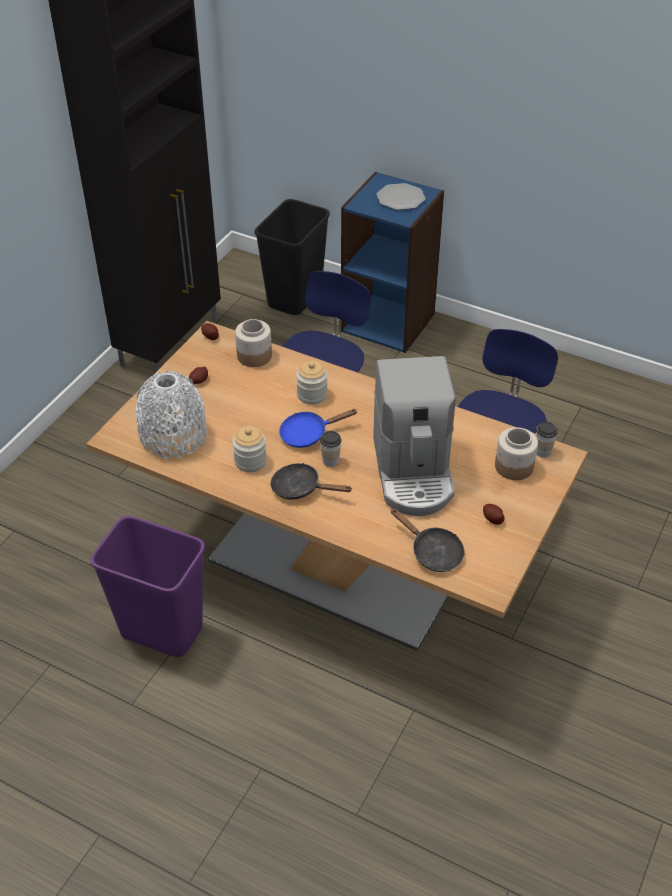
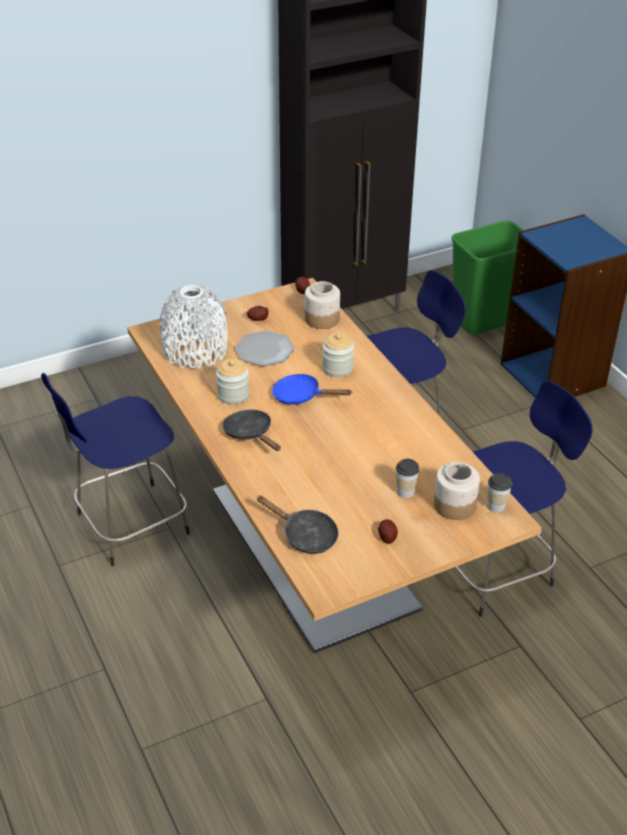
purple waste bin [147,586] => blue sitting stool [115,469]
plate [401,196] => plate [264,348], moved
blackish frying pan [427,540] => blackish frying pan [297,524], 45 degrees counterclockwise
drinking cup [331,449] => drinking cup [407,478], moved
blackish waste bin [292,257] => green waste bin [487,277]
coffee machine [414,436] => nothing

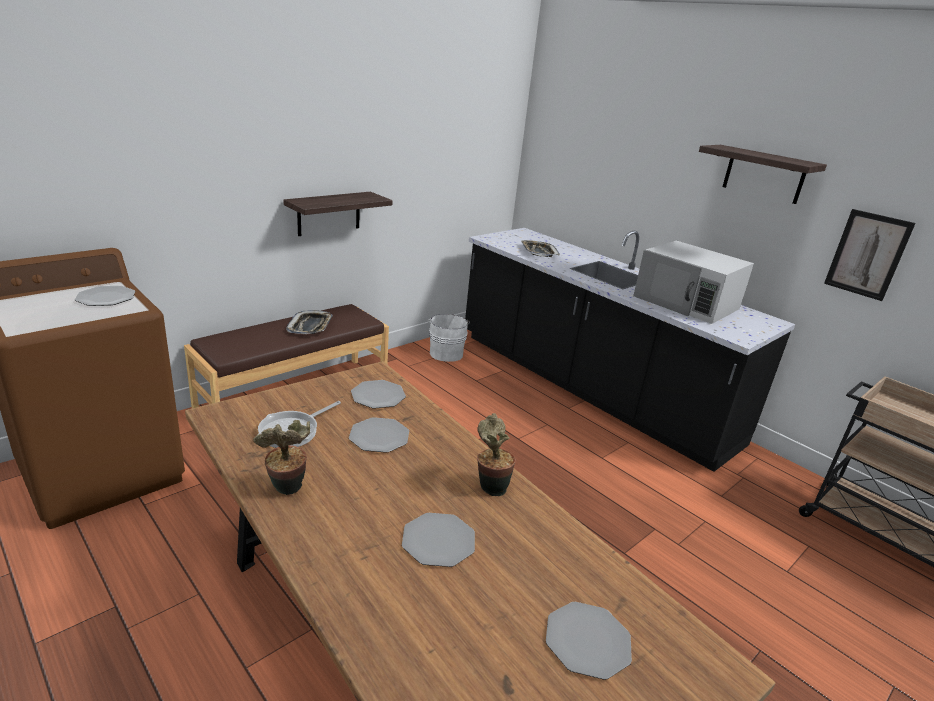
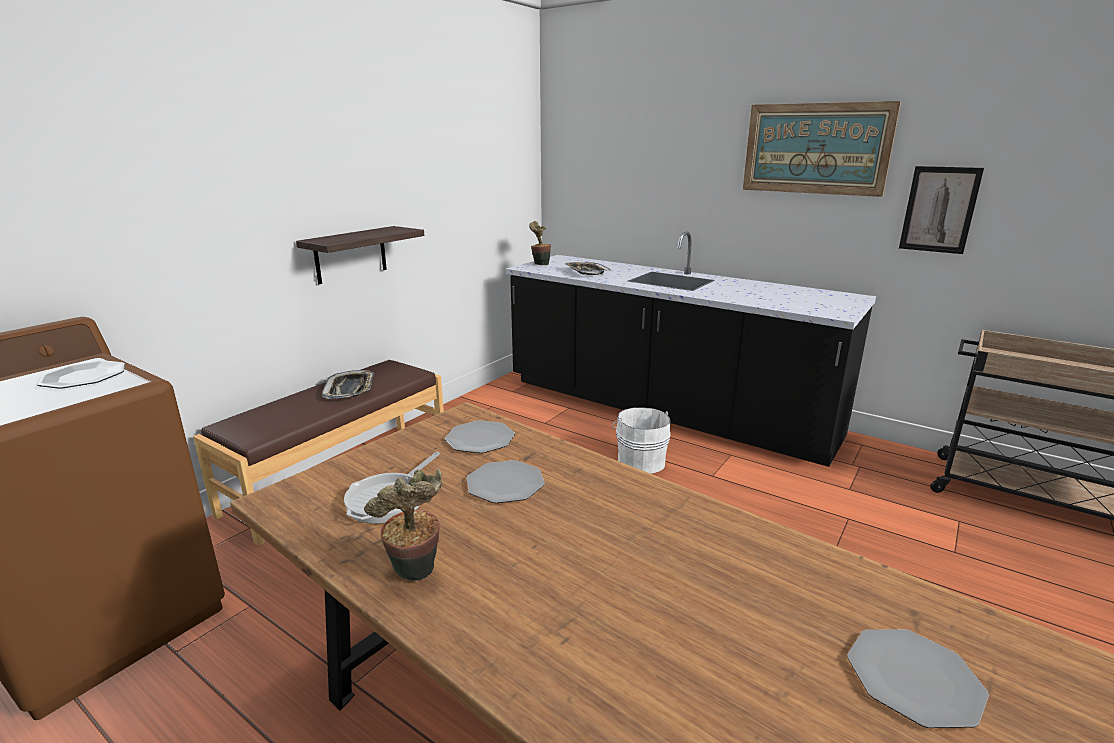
plant in a pot [496,454] => plant in a pot [540,243], moved
white-coloured bucket [449,338] => white-coloured bucket [641,440], moved
bracket shelf [763,174] => wall art [822,149]
plate [438,540] => nothing
white-coloured kitchen microwave [693,282] => nothing

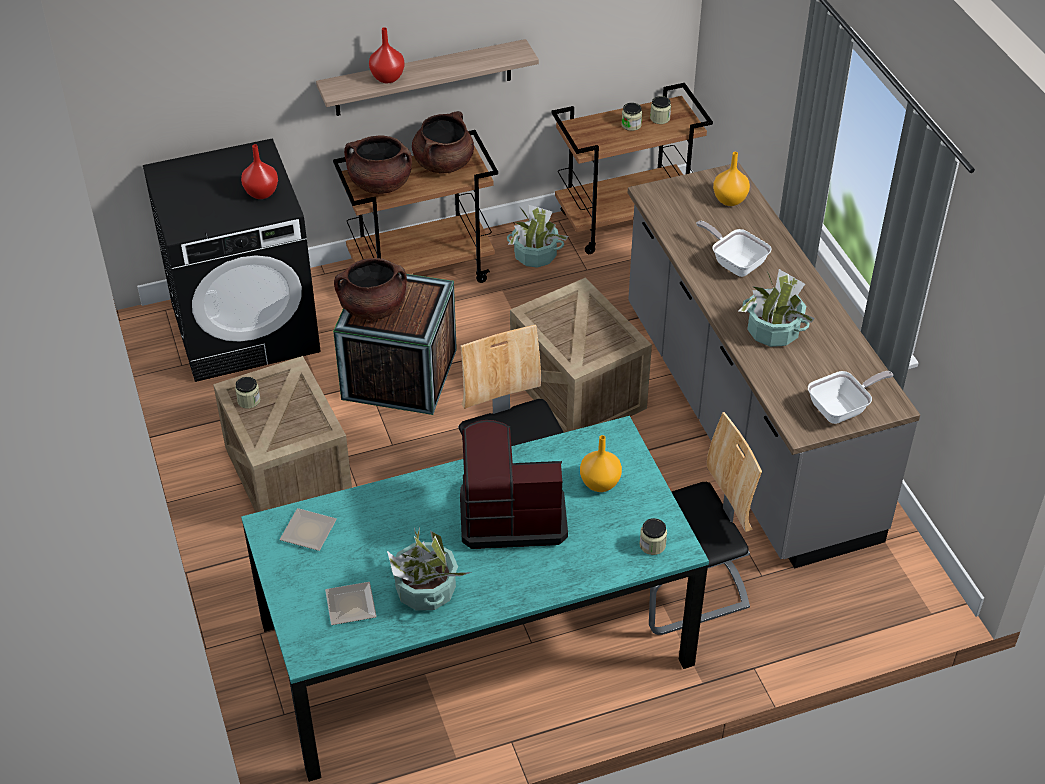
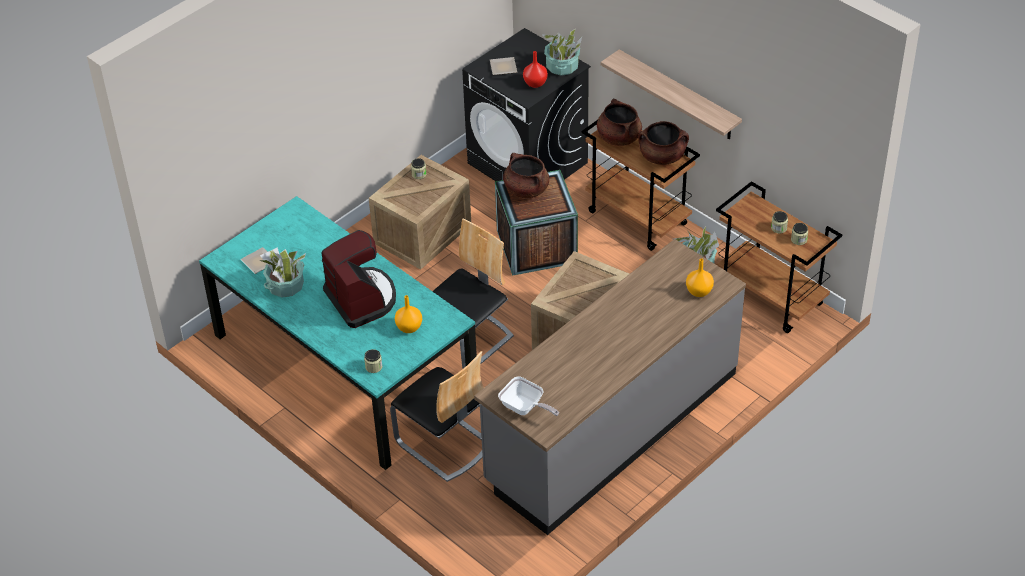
plate [308,529] => plate [503,66], moved
plant in a pot [776,308] => plant in a pot [561,52], moved
red-coloured vase [387,55] => nothing
frying pan [734,249] => nothing

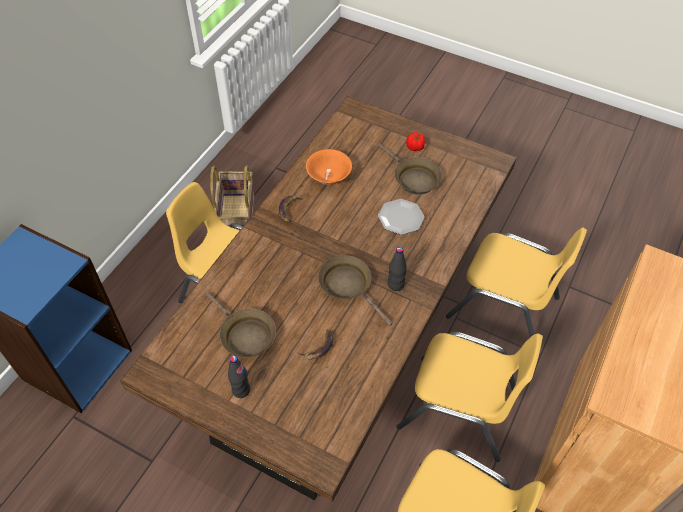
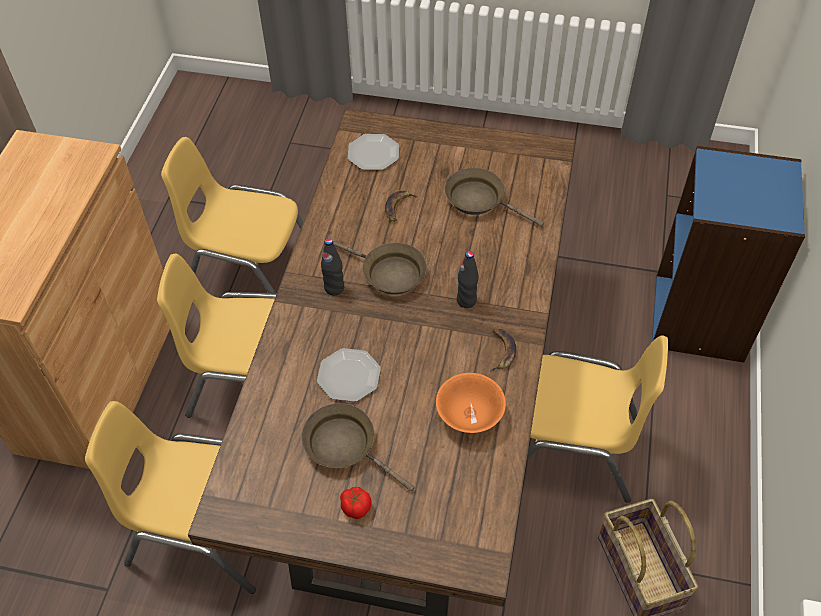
nothing => plate [373,152]
blackish beverage bottle [239,376] => blackish beverage bottle [468,279], moved

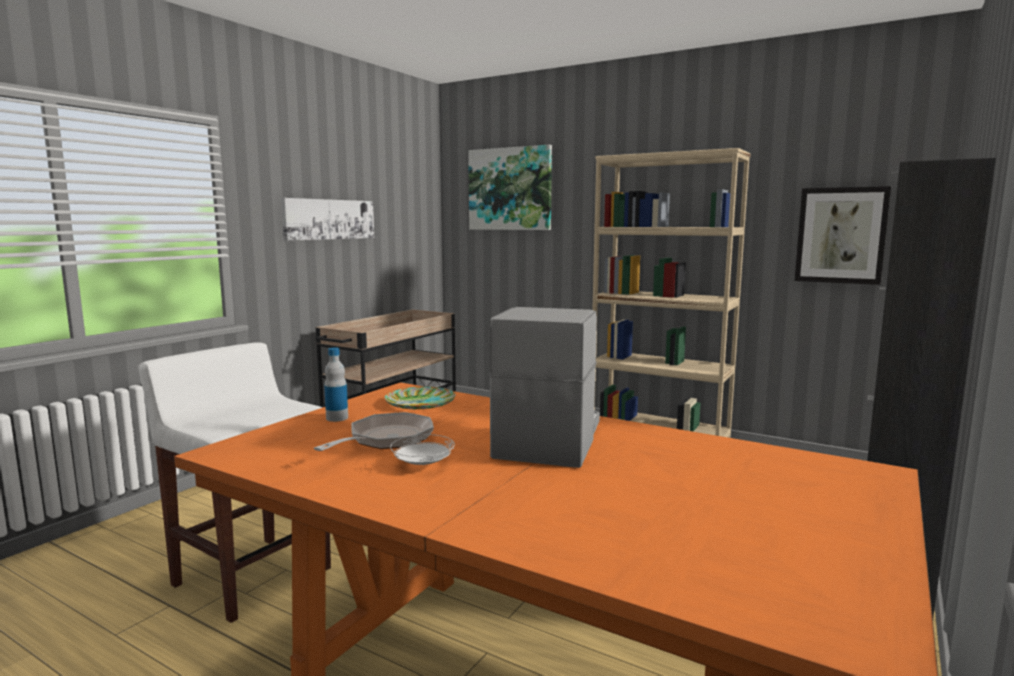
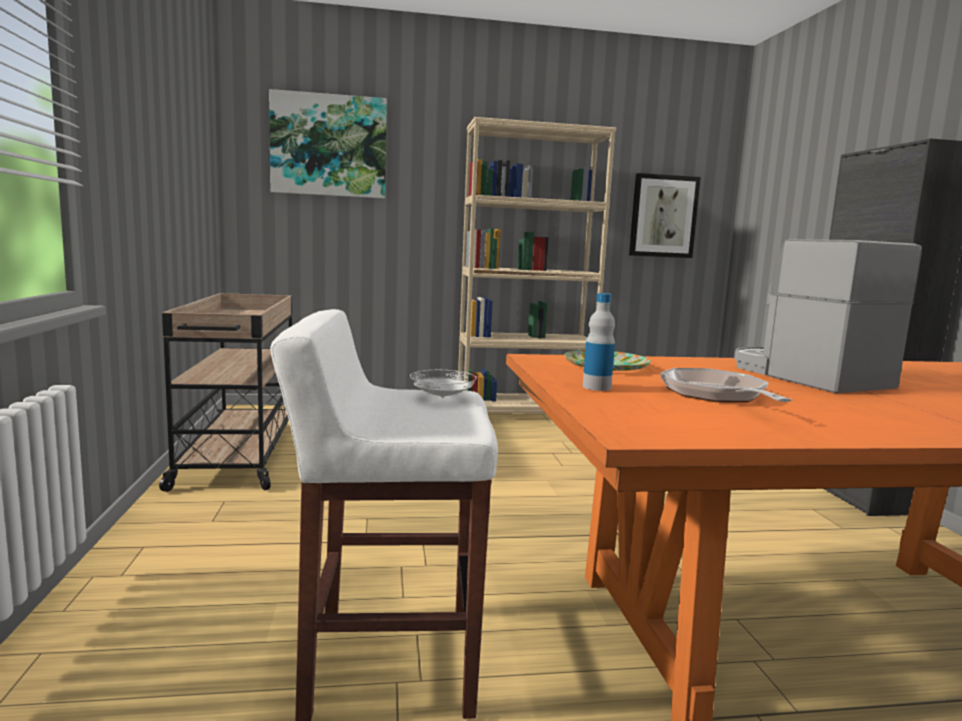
white-coloured plate [422,449] => white-coloured plate [443,384], moved
wall art [327,219] => nothing

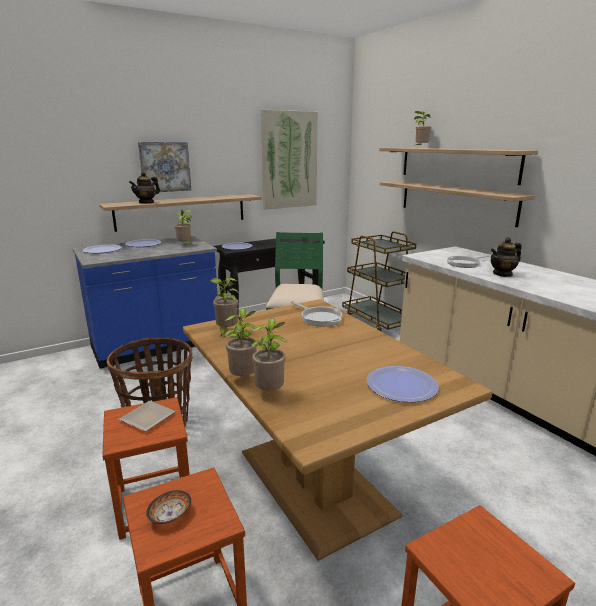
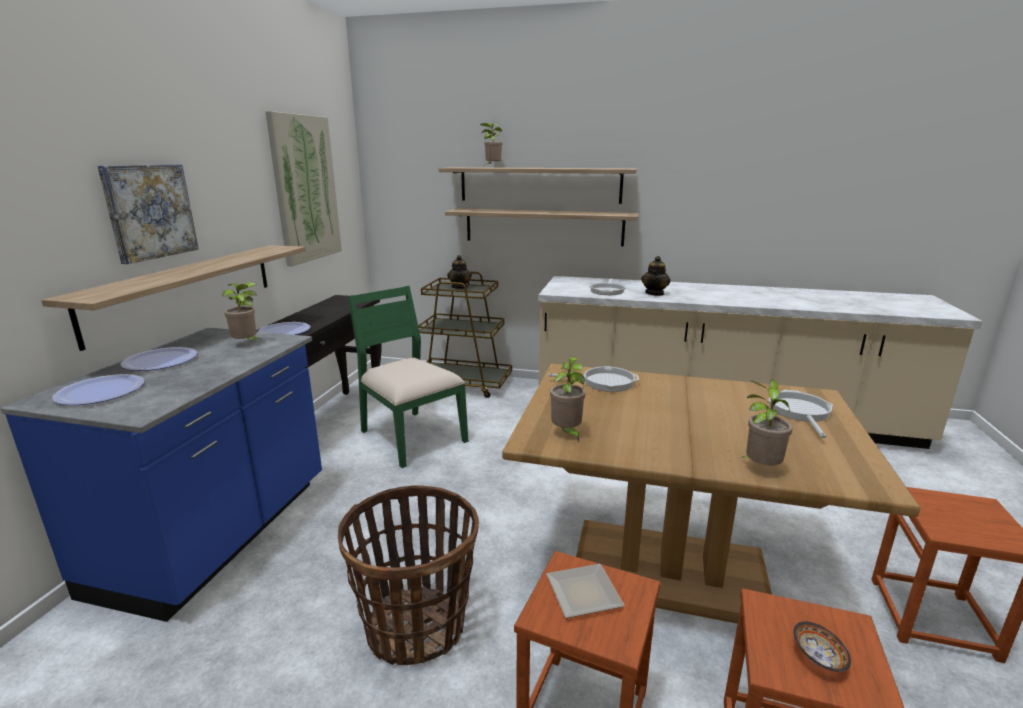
pot for tea [144,188] => pot for tea [459,272], moved
plate [402,384] => frying pan [800,414]
plant in a pot [240,342] => nothing

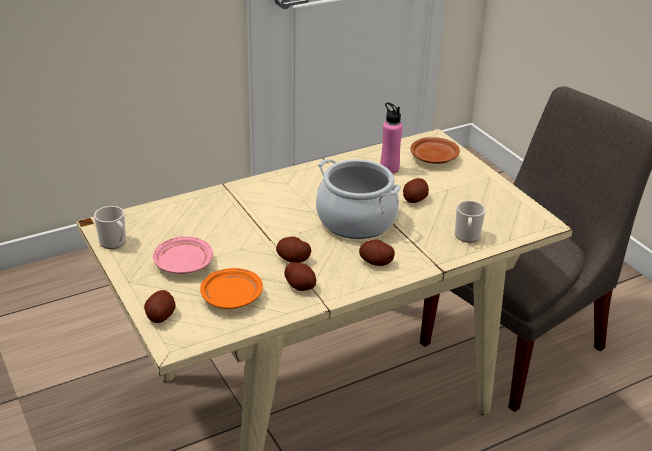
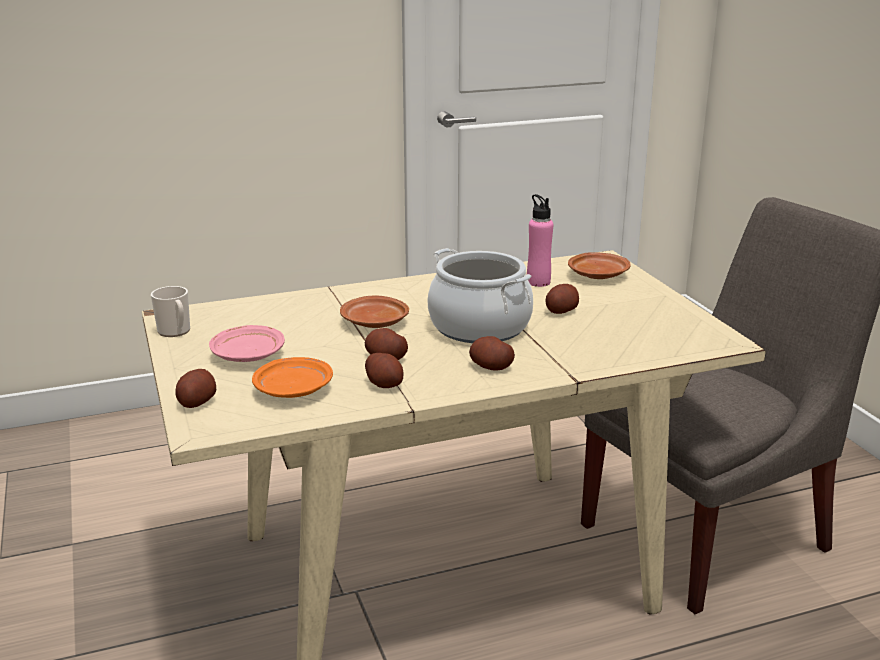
nothing => brown-coloured plate [374,311]
mug [470,222] => nothing

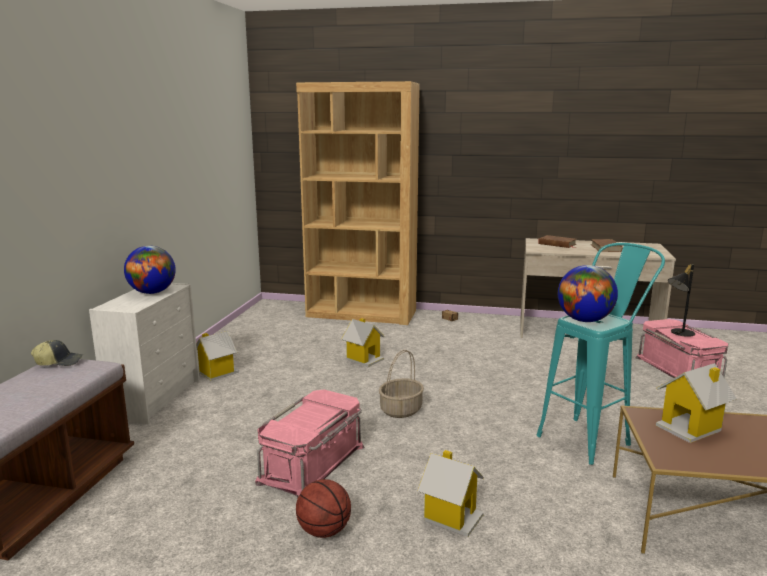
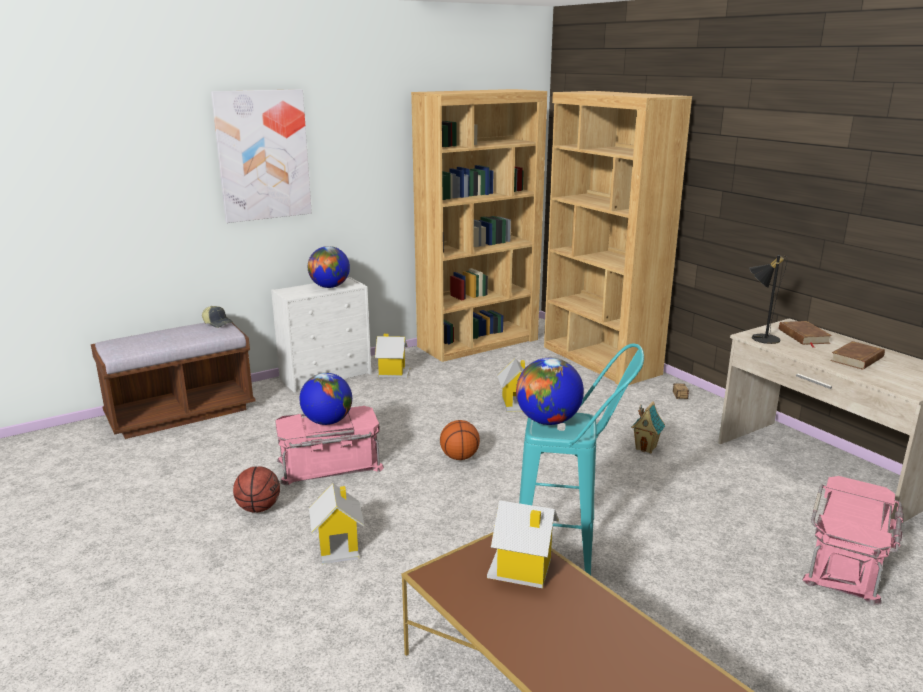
nothing => wall art [261,156]
nothing => desk globe [326,399]
nothing => brown-coloured bookcase [479,225]
household basket [401,384] => basketball ball [460,440]
nothing => miniature house [648,427]
blackish table lamp [681,300] => blackish table lamp [768,299], moved

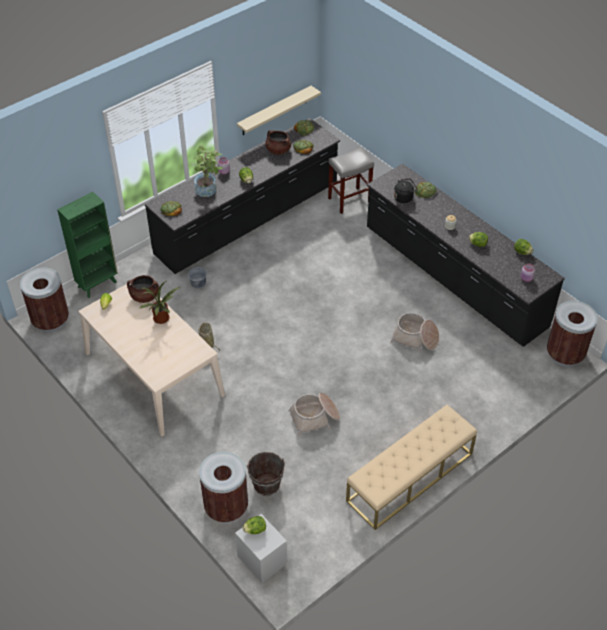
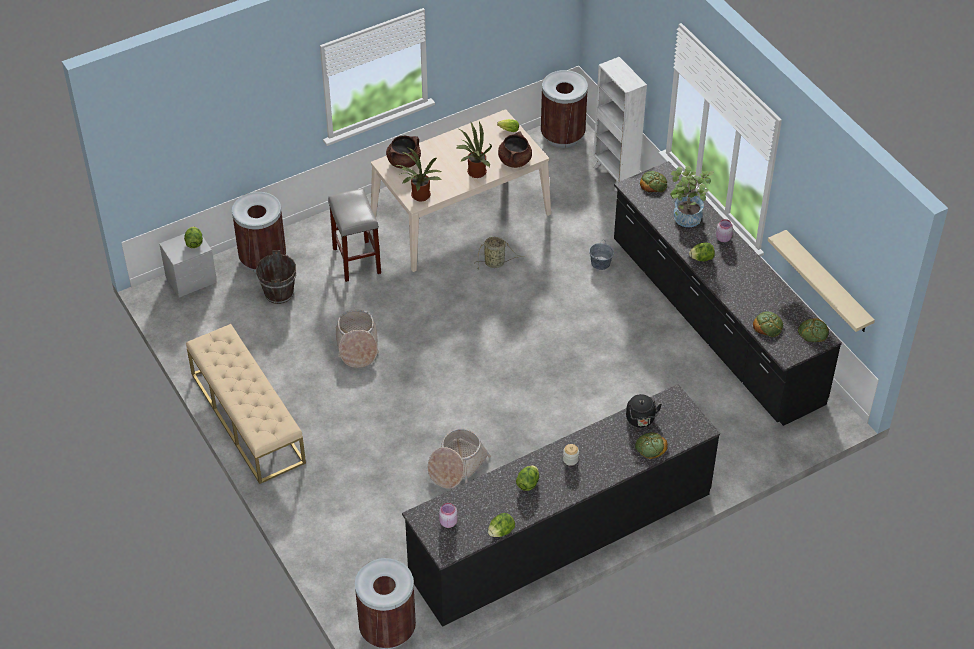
greyish sitting stool [351,180] => greyish sitting stool [354,235], moved
brown-coloured stockpot [278,142] => brown-coloured stockpot [403,152], moved
nothing => plant in a pot [418,174]
green bookcase [87,245] => white-coloured bookcase [620,124]

